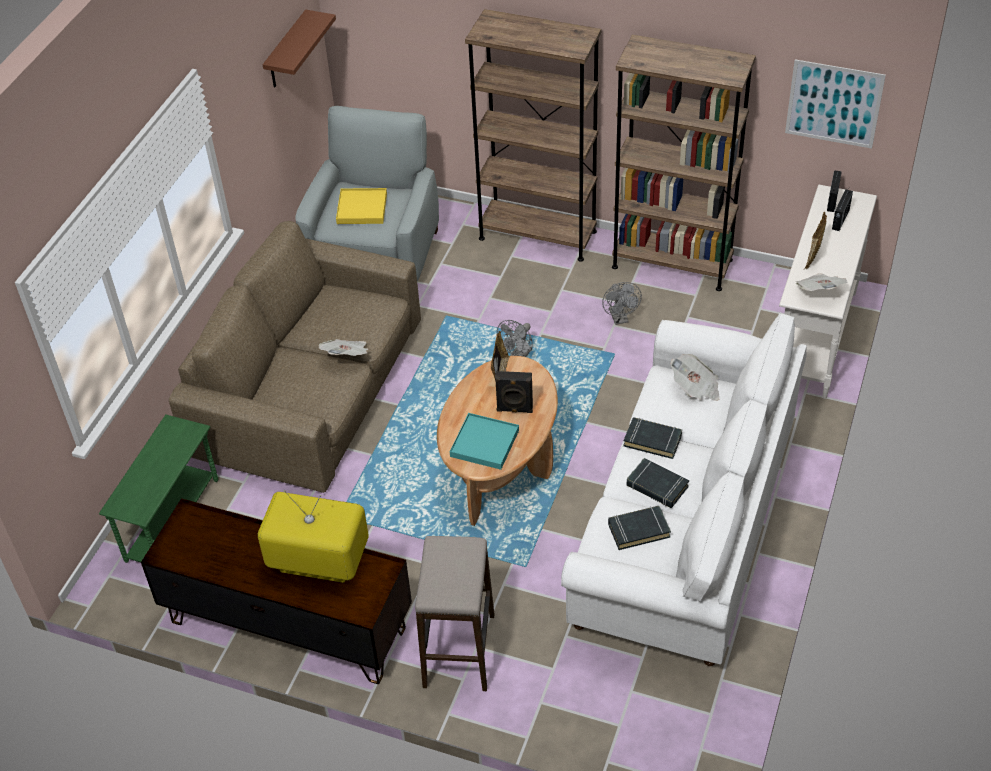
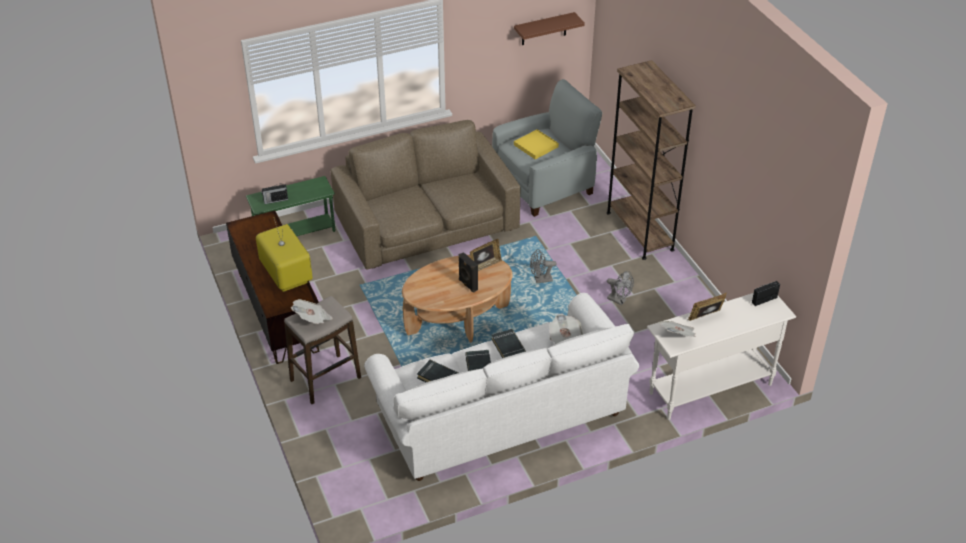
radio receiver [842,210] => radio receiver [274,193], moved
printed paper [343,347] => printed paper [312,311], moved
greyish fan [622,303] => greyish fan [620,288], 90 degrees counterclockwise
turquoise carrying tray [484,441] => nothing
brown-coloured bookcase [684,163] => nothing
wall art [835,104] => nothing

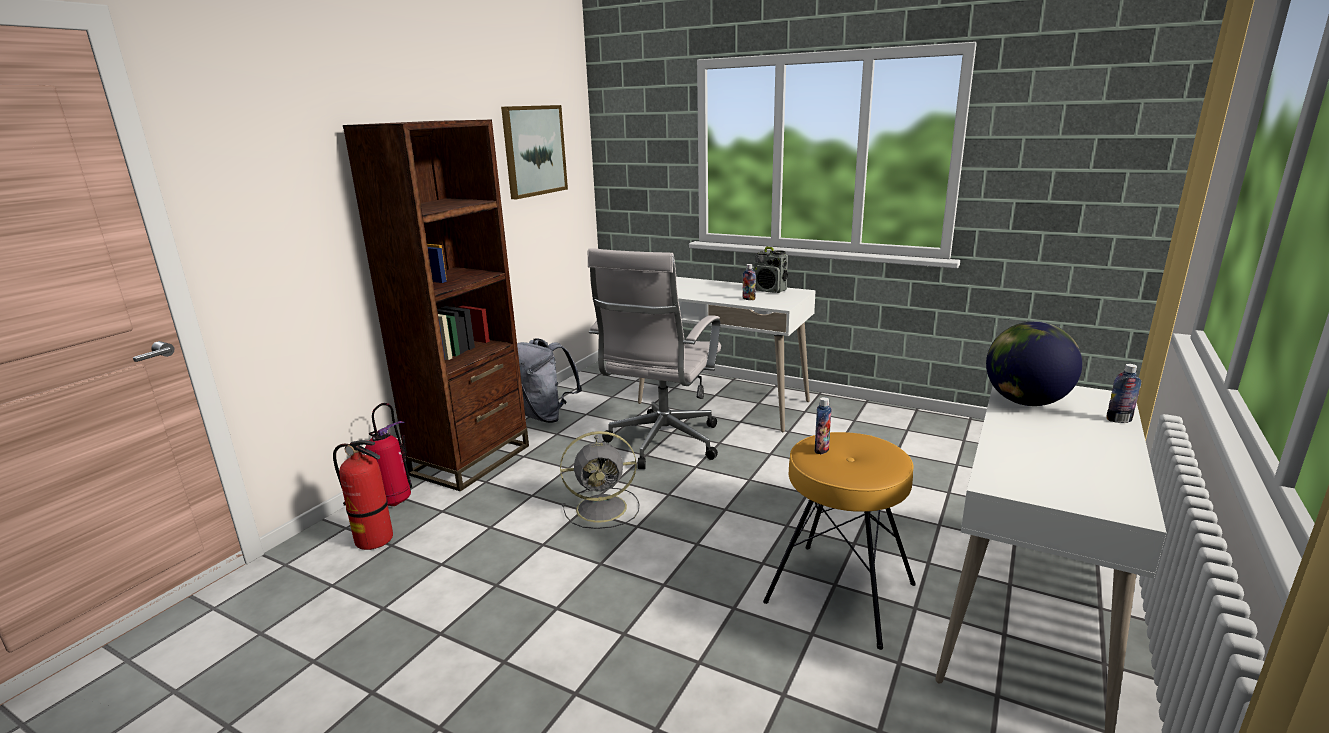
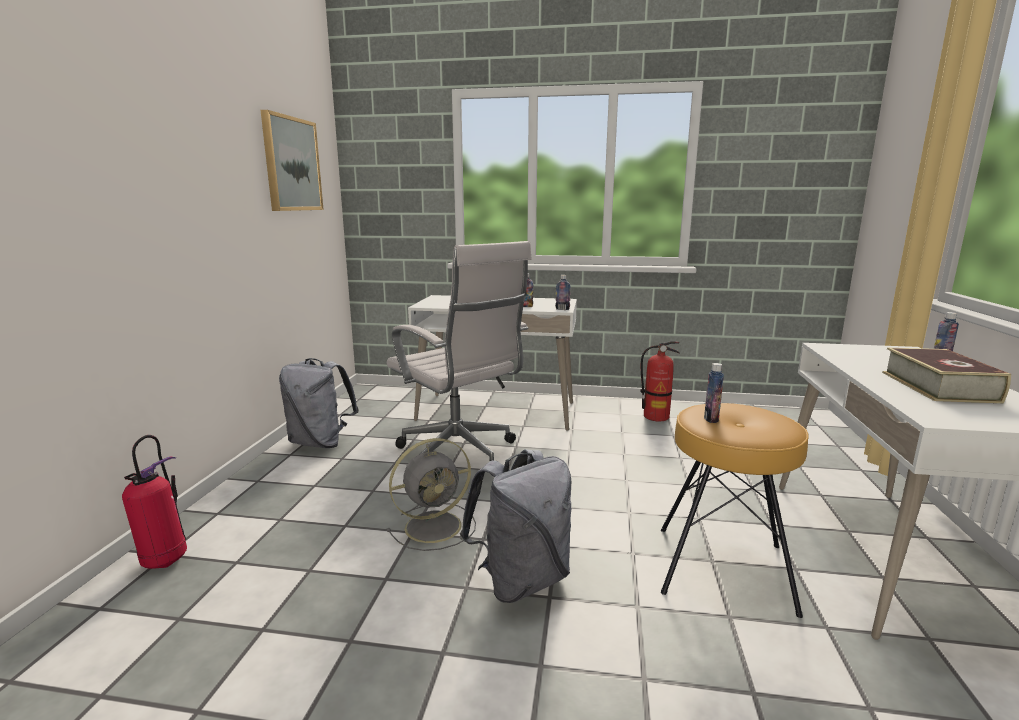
white-coloured desk chair [654,358] => white-coloured desk chair [459,351], 45 degrees counterclockwise
nothing => greyish rucksack [516,526]
nothing => beverage bottle [563,292]
extinguisher [363,495] => extinguisher [660,381], moved
nothing => book [946,375]
brown-coloured bookcase [436,305] => nothing
radio receiver [770,270] => nothing
desk globe [1034,363] => nothing

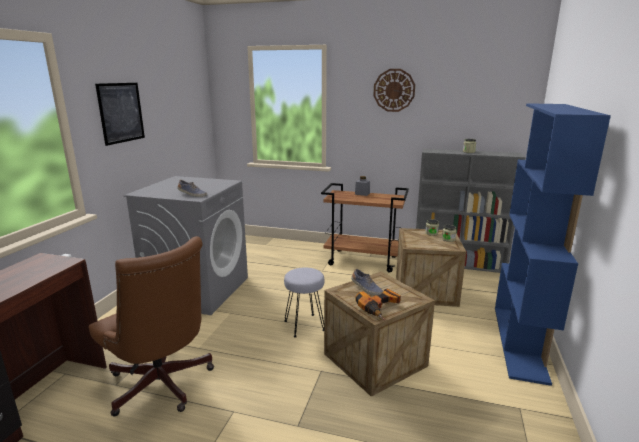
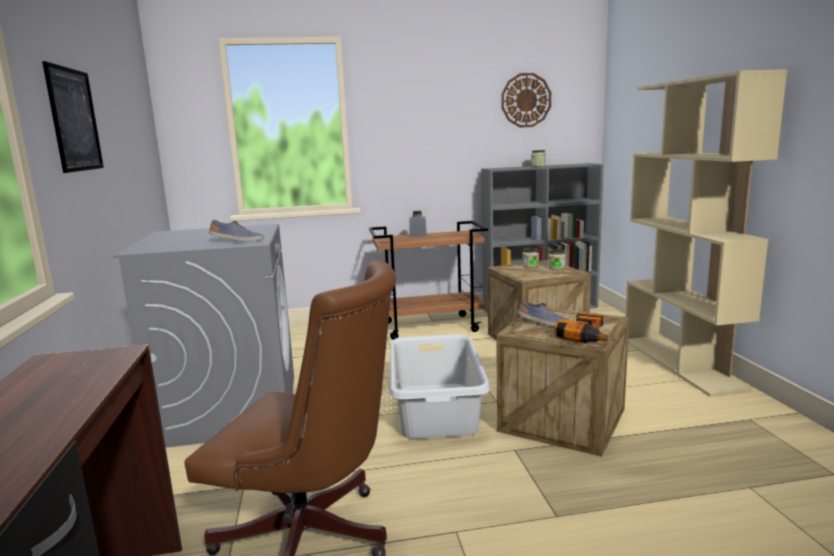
greyish sitting stool [304,302] => greyish washing basket [440,386]
hanging clock [394,90] => hanging clock [526,100], moved
blue bookcase [553,244] => sand-coloured bookcase [706,233]

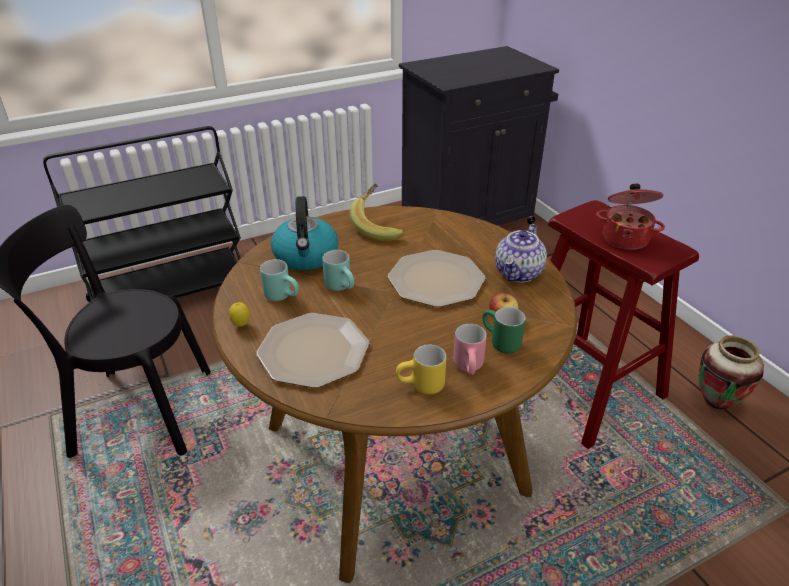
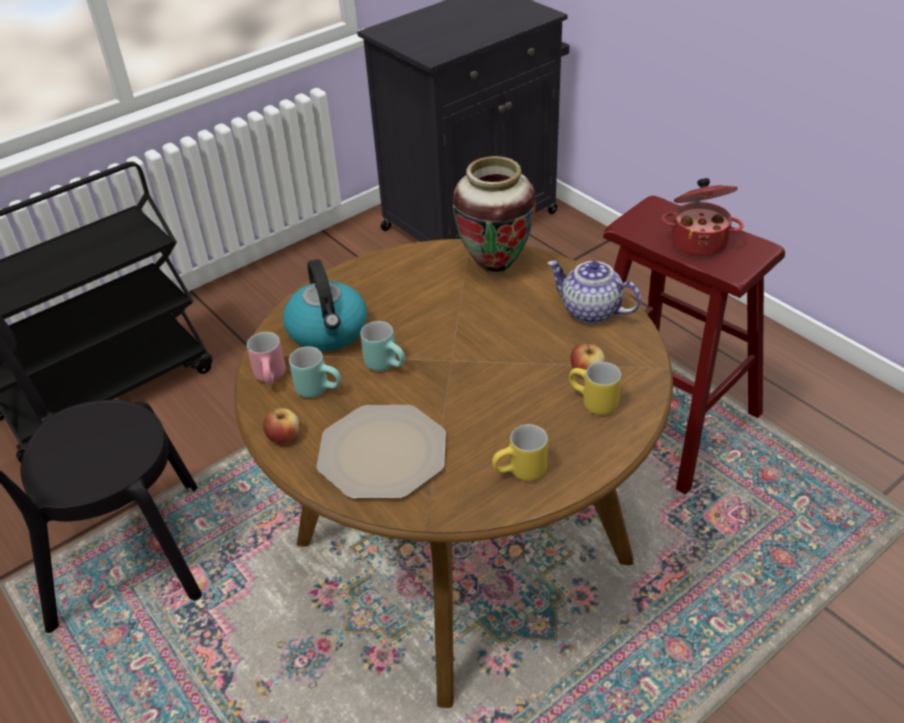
pink mug [470,349] => pink mug [266,358], moved
whole lemon [239,314] => apple fruit [280,426]
vase [731,372] => vase [494,215], moved
pot for tea [521,253] => pot for tea [594,292], 105 degrees clockwise
green mug [504,330] => yellow mug [595,388]
banana fruit [377,212] => nothing
plate [437,278] => nothing

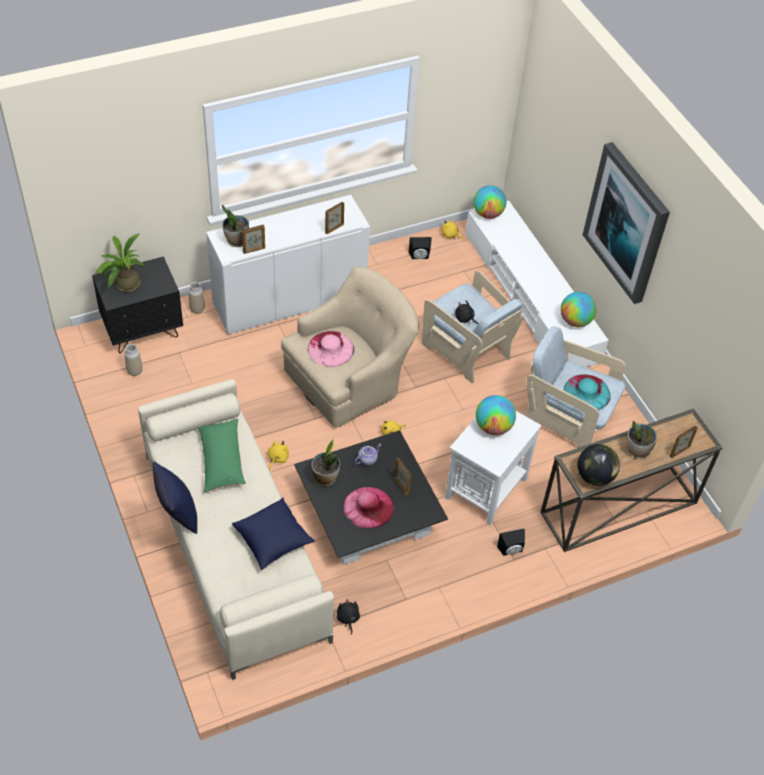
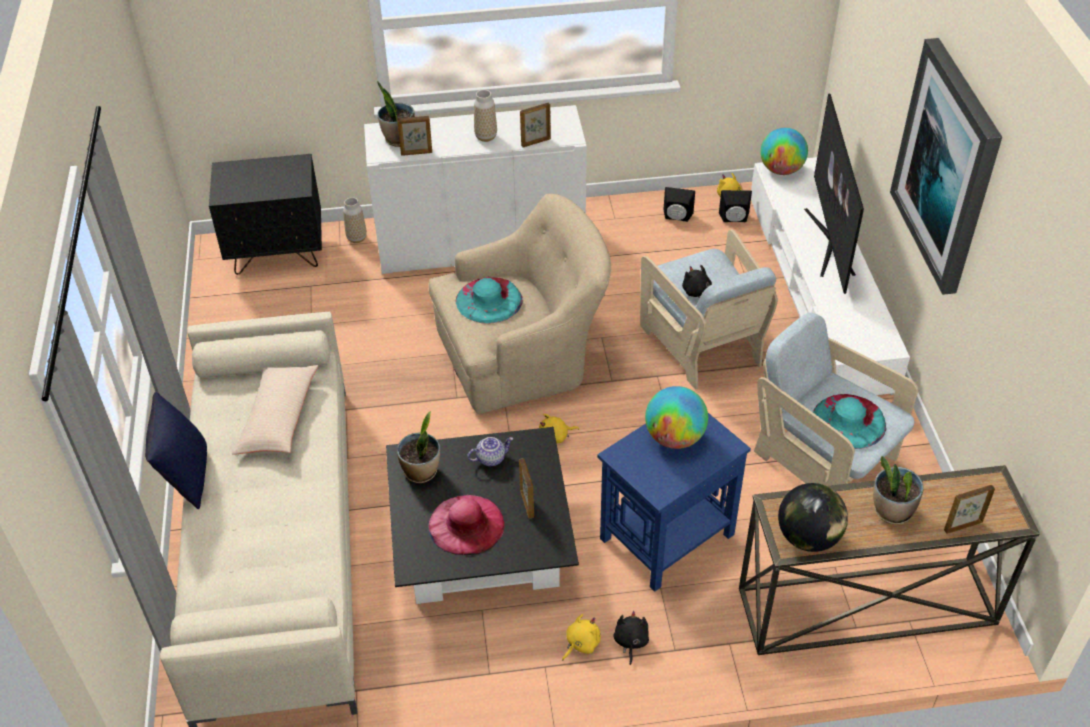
green pillow [222,455] => sand-coloured pillow [275,409]
pink clothing hat [331,349] => turquoise clothing hat [489,300]
vase [134,360] => vase [485,116], moved
yellow plush toy [278,455] => yellow plush toy [581,637], moved
white-coloured end table [493,468] => blue end table [674,502]
blackish plush toy [348,616] => blackish plush toy [631,638], moved
blackish speaker [511,542] => blackish speaker [735,206], moved
nothing => television [834,194]
plant in a pot [119,263] => nothing
blue pillow [273,533] => nothing
desk globe [578,309] => nothing

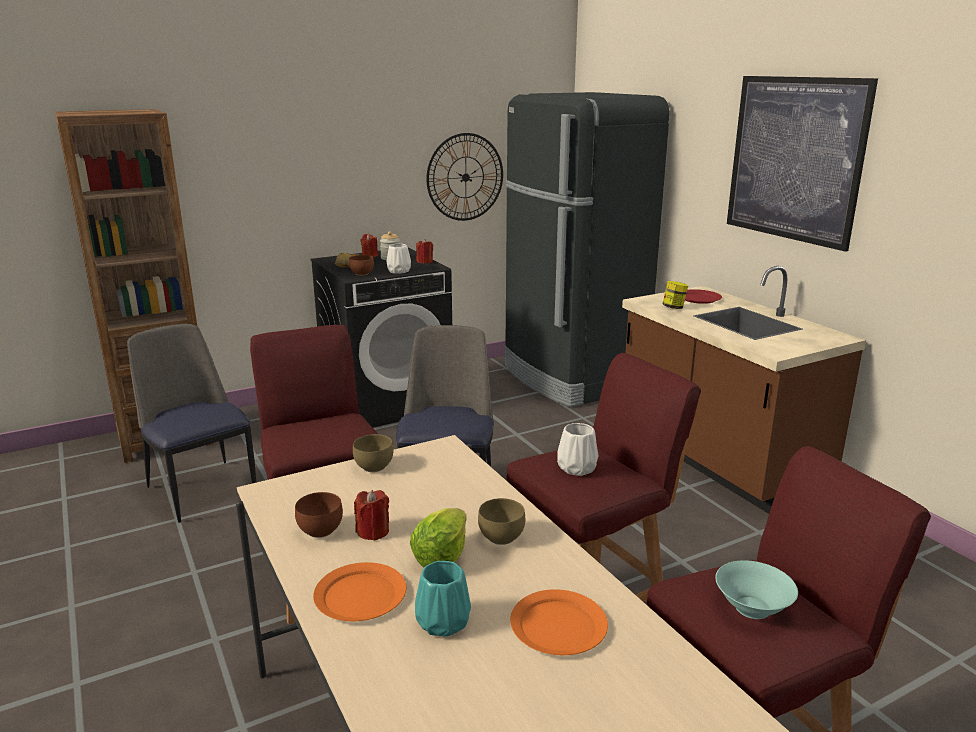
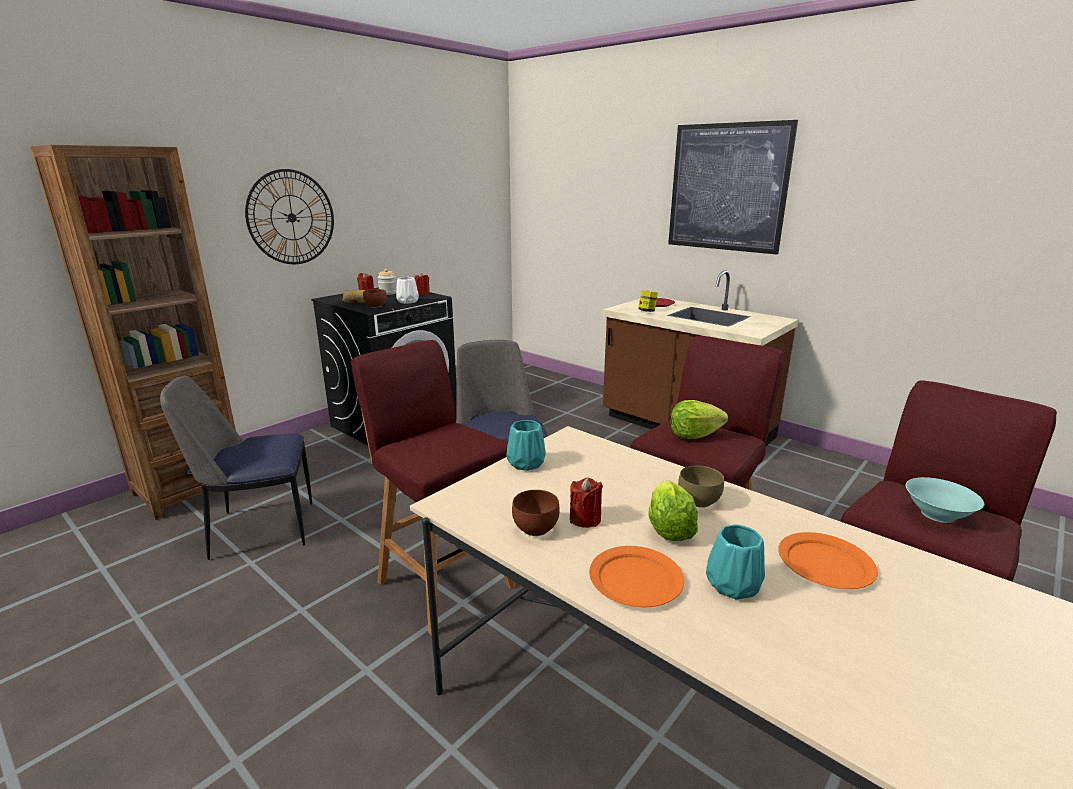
chair [191,423] => chair [236,468], 45 degrees counterclockwise
hanging clock [464,177] => hanging clock [289,216], moved
brown-coloured deep dish [373,453] => turquoise vase [526,445]
white-coloured vase [577,449] => lettuce [699,419]
blackish refrigerator [586,249] => nothing

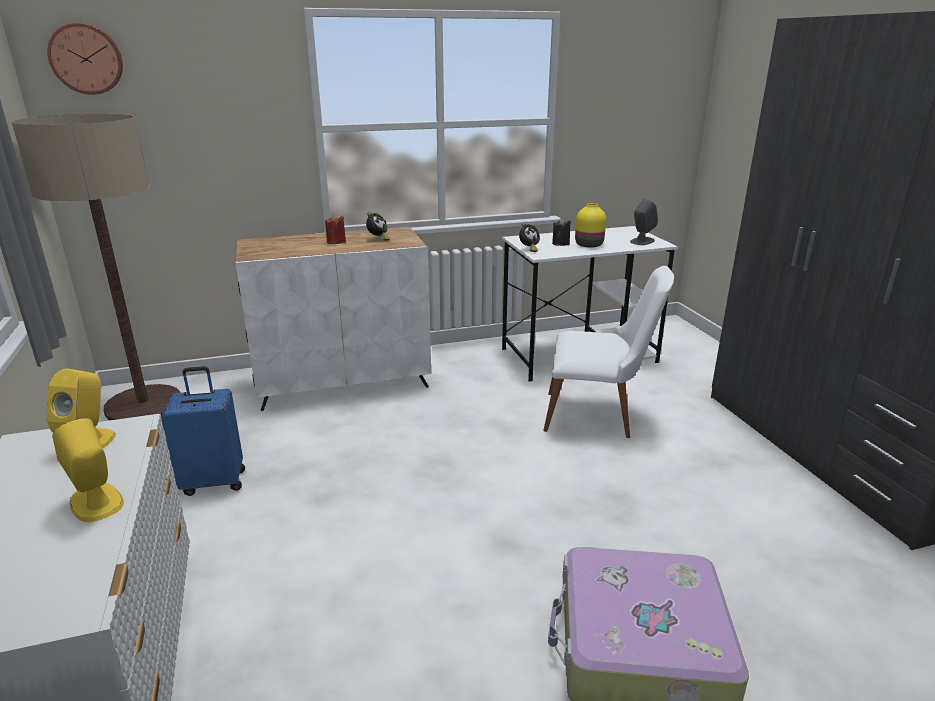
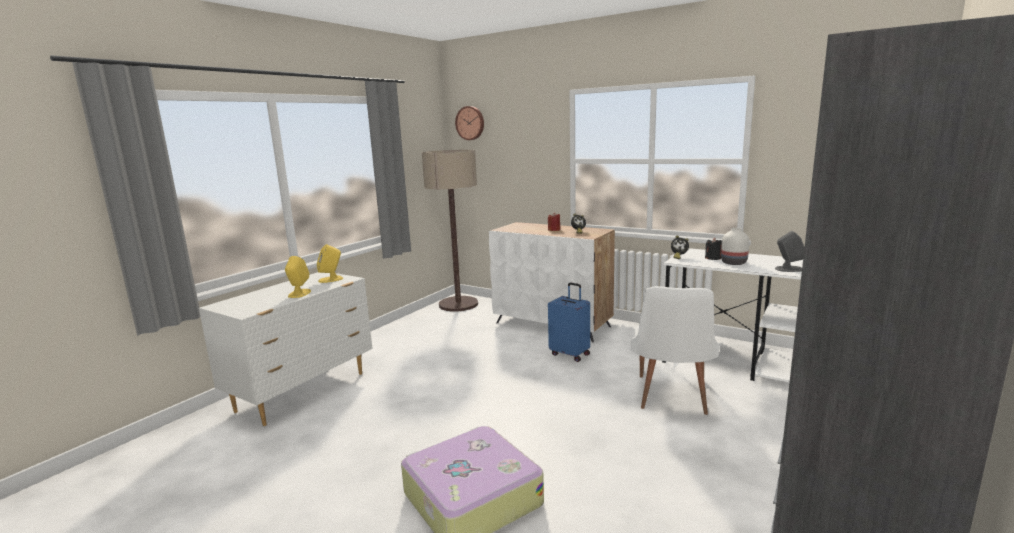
blue suitcase [203,431] => blue suitcase [569,322], moved
white-coloured chair [608,352] => white-coloured chair [675,350], 45 degrees clockwise
yellow vase [590,225] => white-coloured vase [735,246]

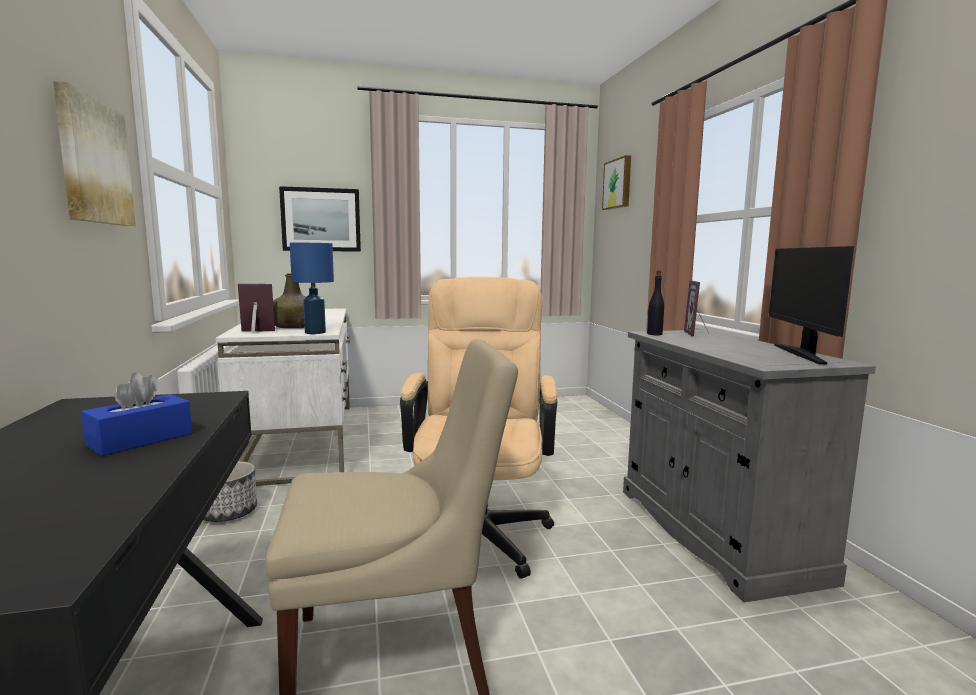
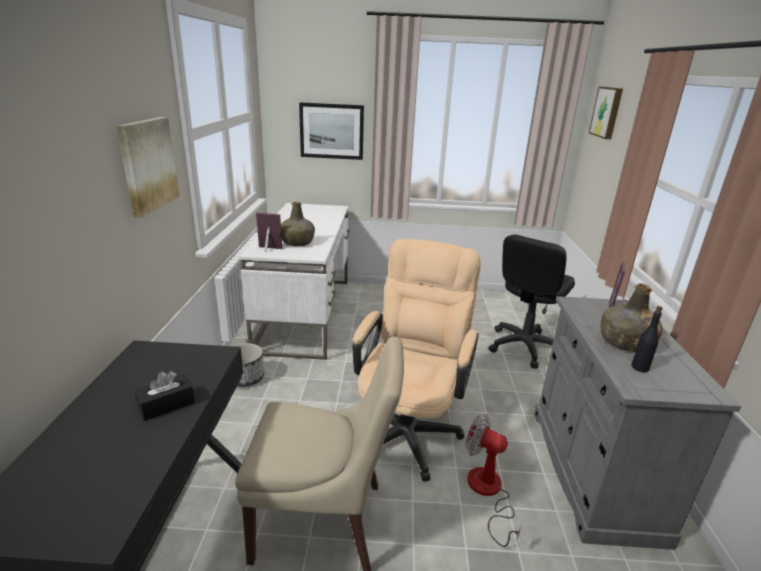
blue box of tissues [136,414] => blackish box of tissues [164,396]
nothing => fan [494,480]
nothing => blackish desk chair [532,301]
nothing => green beverage bottle [631,318]
blackish beverage bottle [655,302] => blackish beverage bottle [646,339], moved
blue table lamp [312,288] => nothing
computer display [811,305] => nothing

